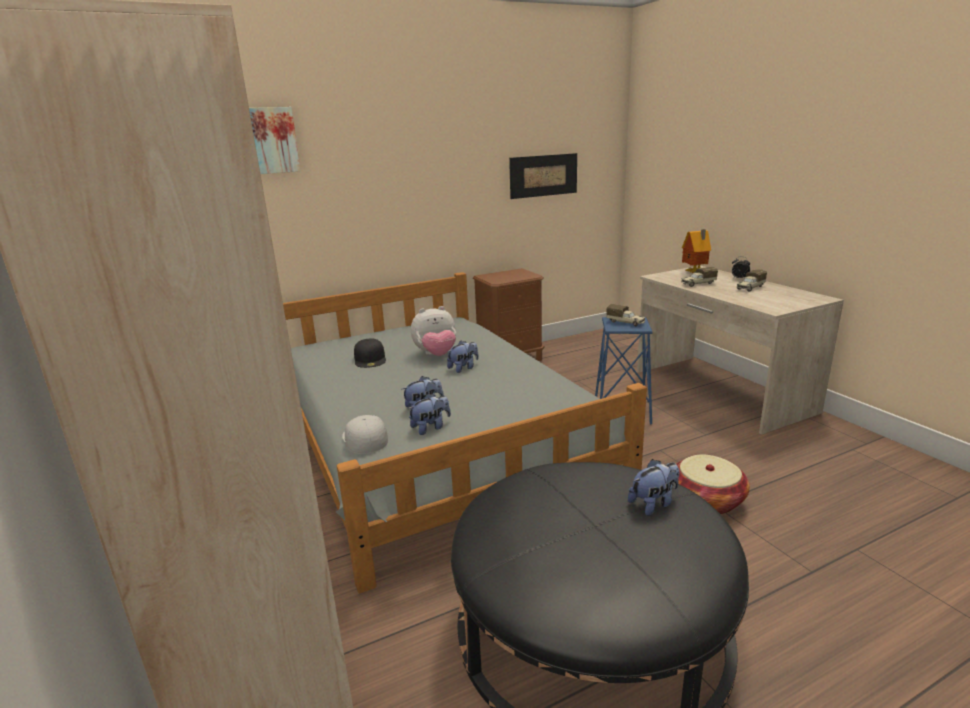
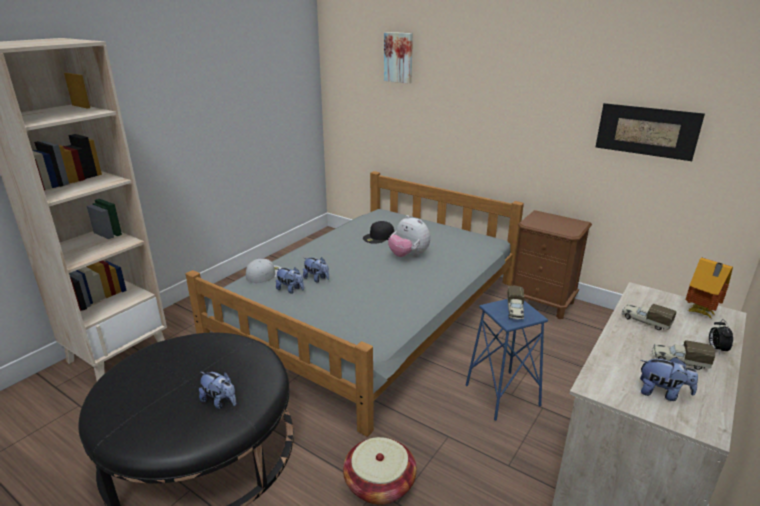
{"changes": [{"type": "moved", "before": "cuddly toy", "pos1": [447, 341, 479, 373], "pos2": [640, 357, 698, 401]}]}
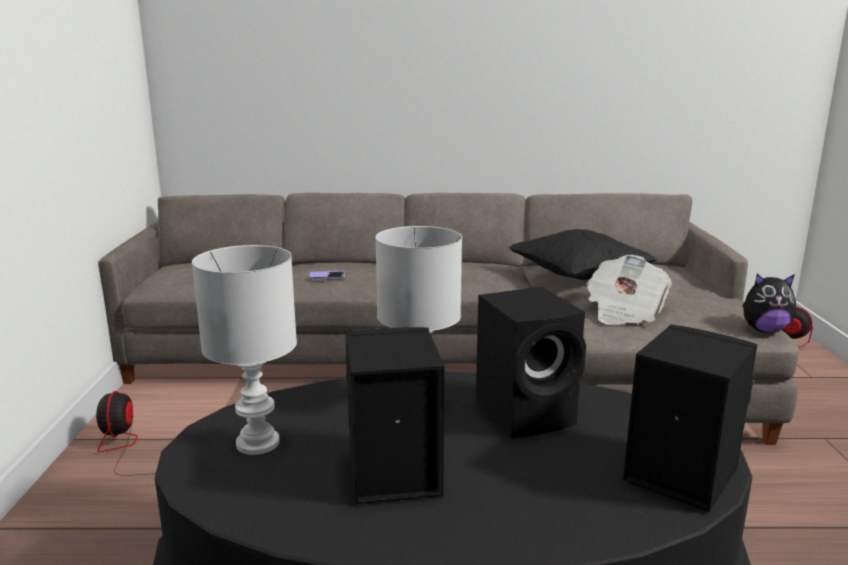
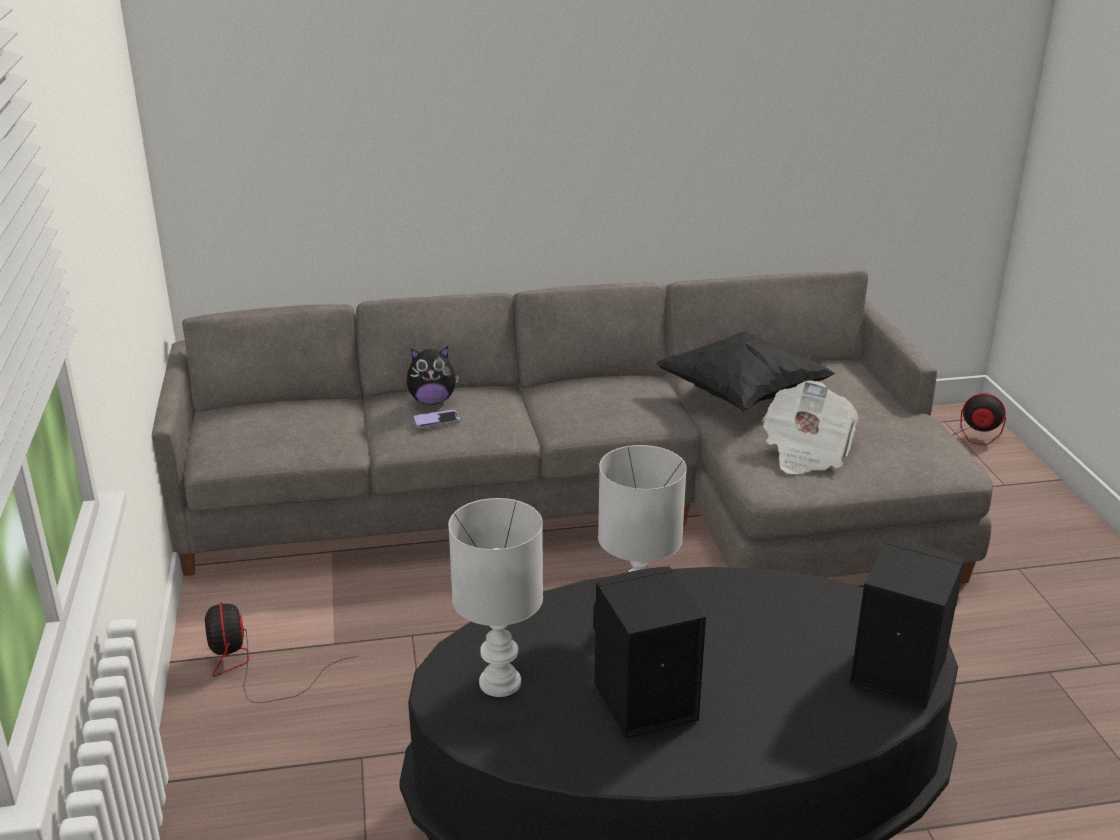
{"changes": [{"type": "removed", "before": "black-coloured speaker", "pos1": [476, 287, 586, 438]}, {"type": "moved", "before": "cuddly toy", "pos1": [742, 274, 796, 333], "pos2": [406, 346, 459, 405]}]}
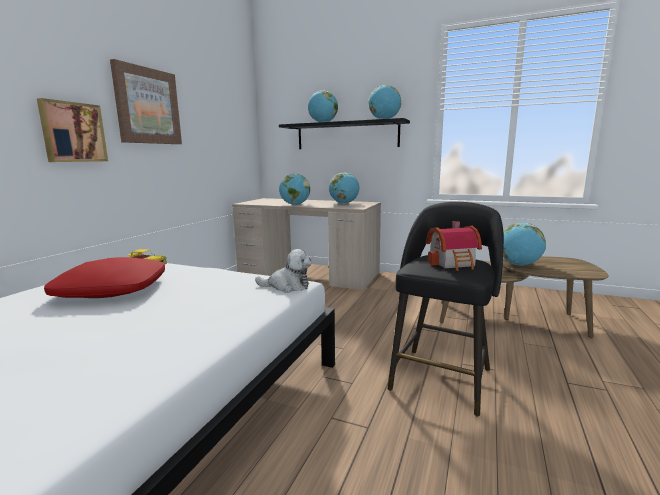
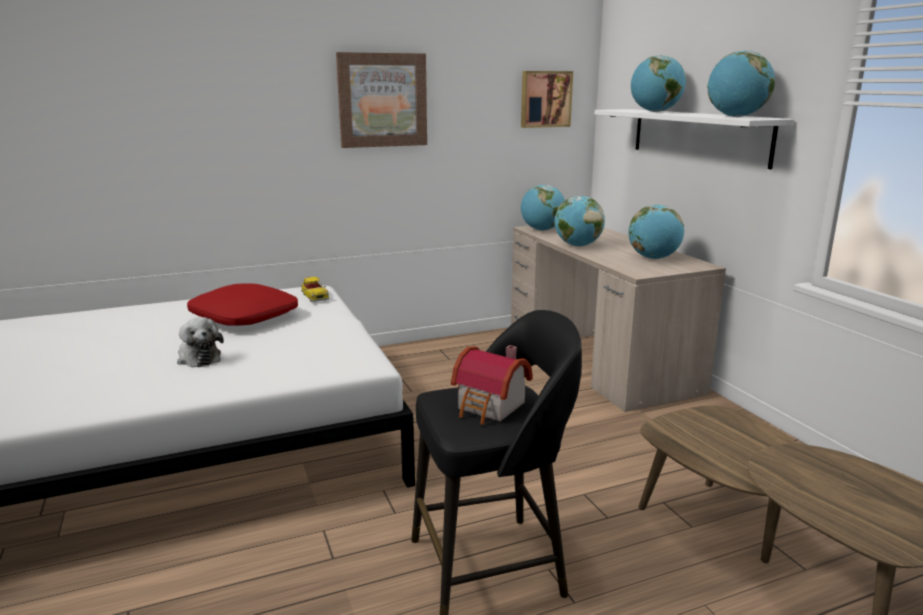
{"changes": [{"type": "moved", "before": "wall art", "pos1": [37, 98, 108, 162], "pos2": [521, 71, 573, 128]}, {"type": "moved", "before": "cuddly toy", "pos1": [255, 249, 312, 293], "pos2": [177, 317, 224, 367]}, {"type": "moved", "before": "desk globe", "pos1": [503, 223, 546, 266], "pos2": [521, 185, 565, 231]}, {"type": "recoloured", "before": "black-coloured shelf", "after": "white shelf", "pos1": [279, 118, 410, 149], "pos2": [595, 109, 795, 169]}]}
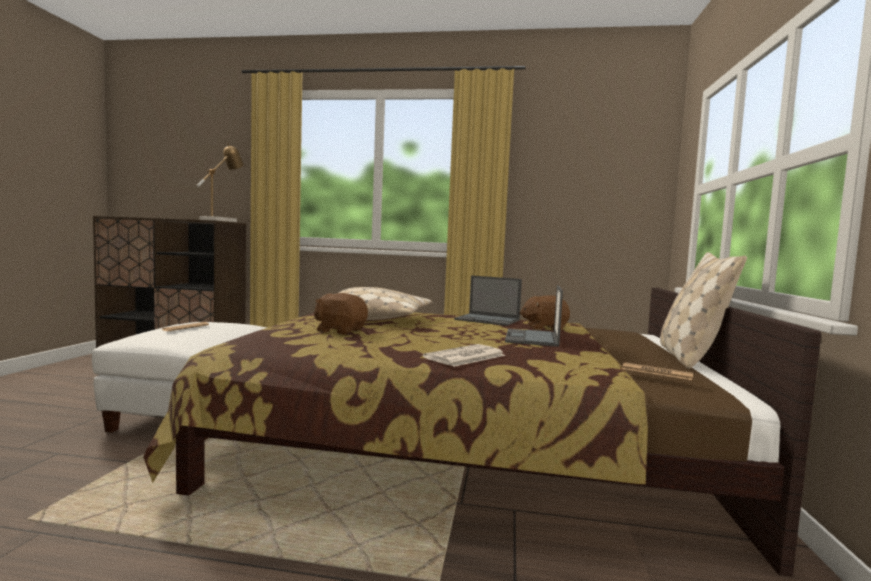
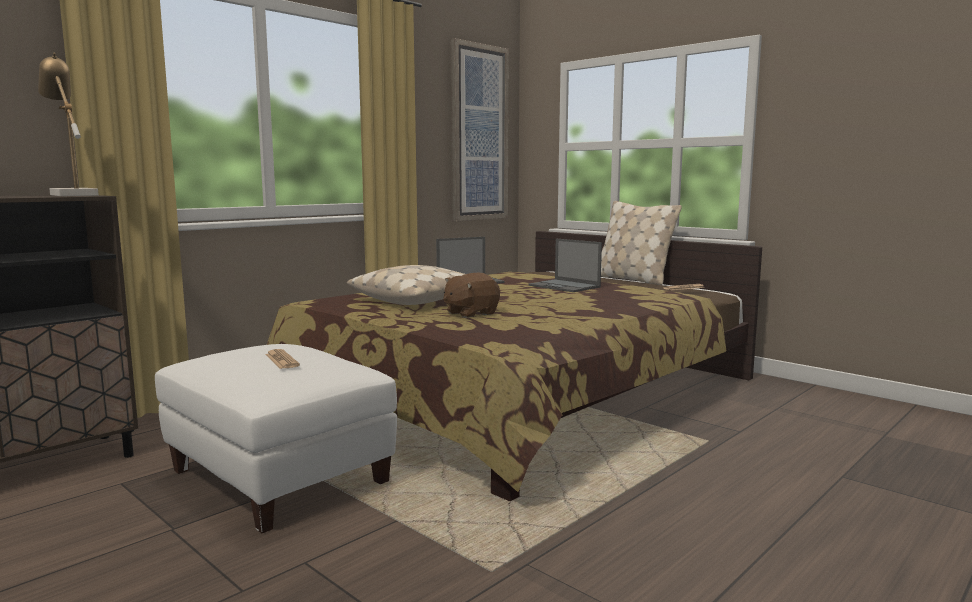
{"changes": [{"type": "removed", "before": "daily paper", "pos1": [423, 344, 506, 367]}, {"type": "removed", "before": "brown-coloured cuddly toy", "pos1": [519, 295, 570, 331]}, {"type": "added", "after": "wall art", "pos2": [450, 38, 509, 221]}]}
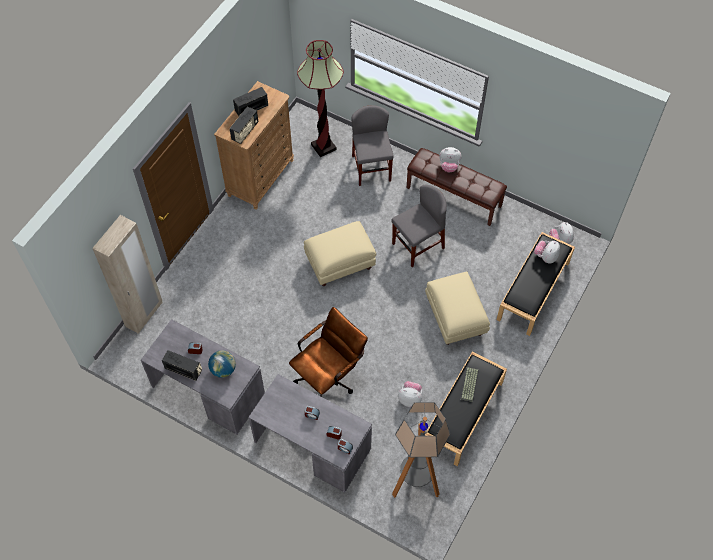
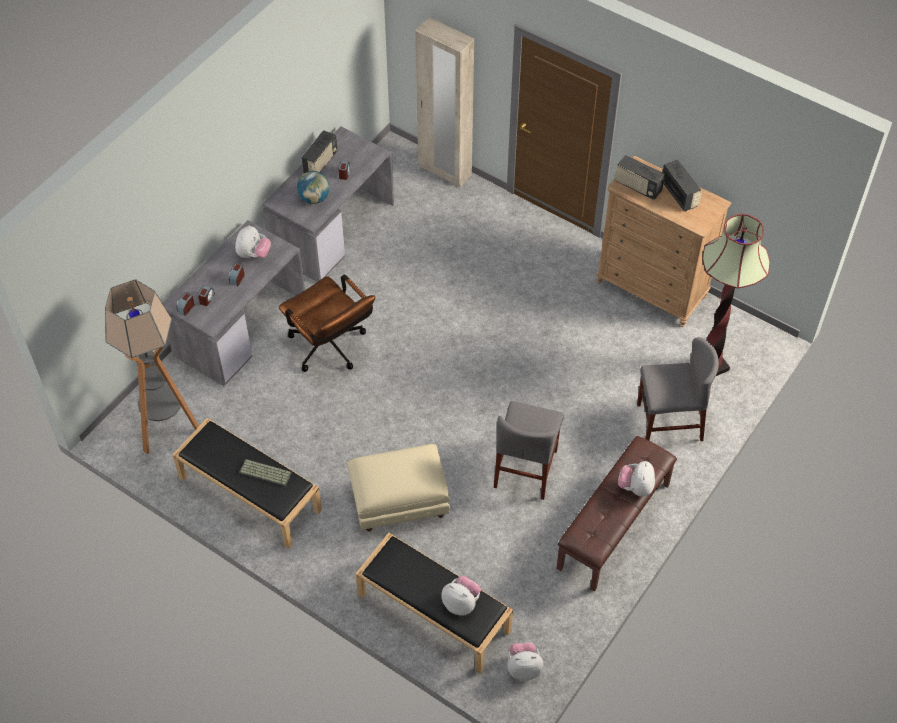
{"changes": [{"type": "removed", "before": "beige-coloured footrest", "pos1": [304, 221, 376, 286]}, {"type": "moved", "before": "cuddly toy", "pos1": [398, 381, 422, 407], "pos2": [235, 225, 271, 258]}, {"type": "turned", "before": "gray upright chair", "pos1": [391, 185, 447, 267], "pos2": [494, 401, 564, 500], "turn": 45}]}
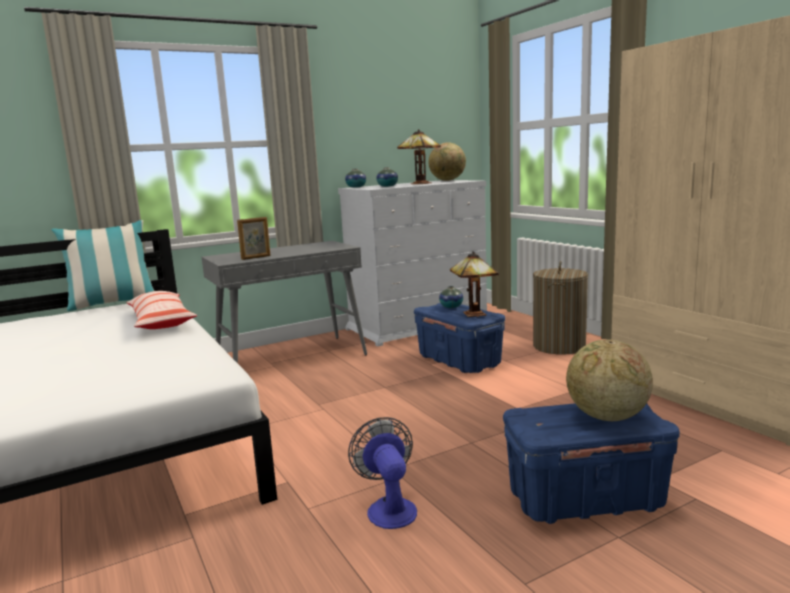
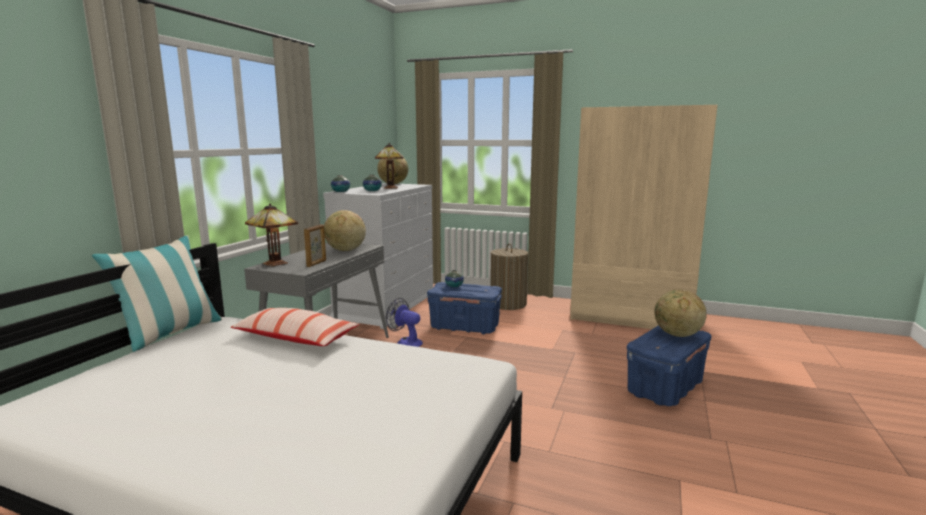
{"changes": [{"type": "added", "after": "desk globe", "pos2": [324, 210, 366, 251]}, {"type": "moved", "before": "fan", "pos1": [348, 417, 417, 529], "pos2": [386, 298, 423, 347]}, {"type": "moved", "before": "lamp for a table", "pos1": [450, 251, 499, 317], "pos2": [245, 203, 298, 267]}]}
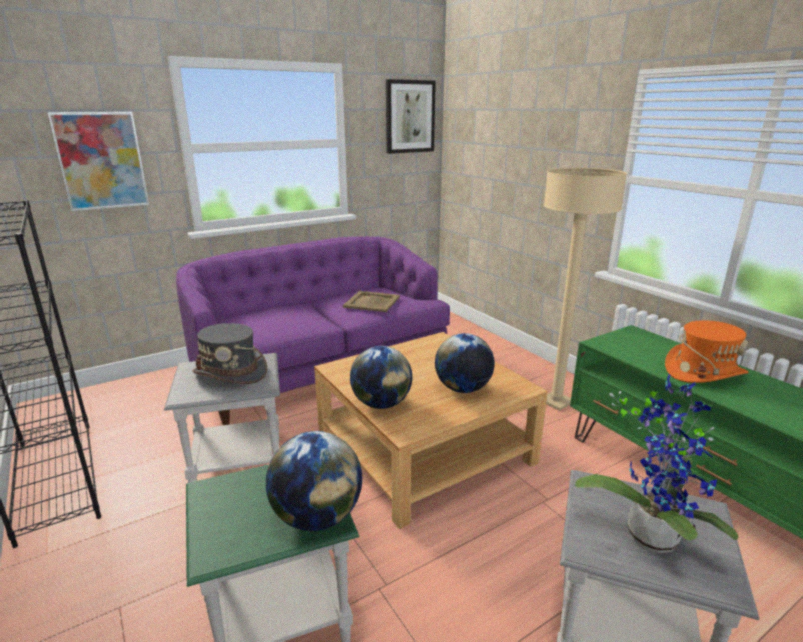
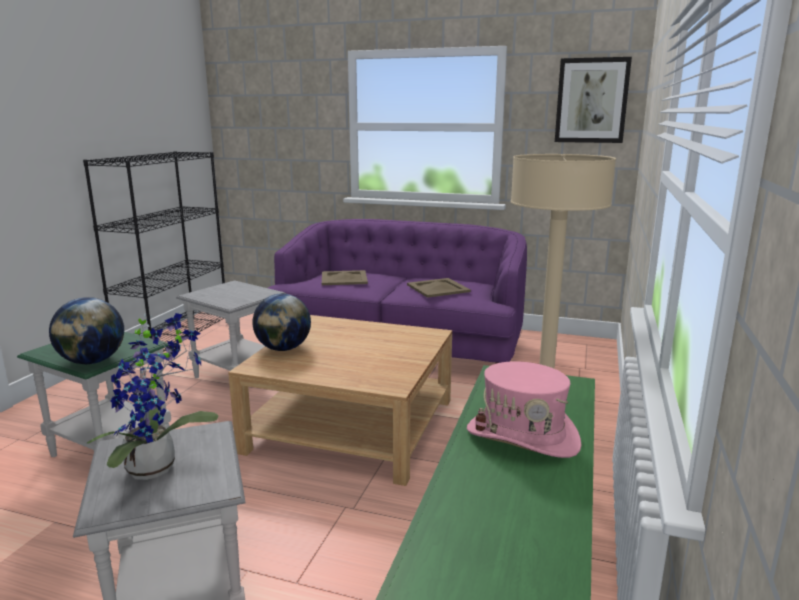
{"changes": [{"type": "removed", "before": "wall art", "pos1": [48, 112, 149, 211]}, {"type": "removed", "before": "gray hat", "pos1": [192, 323, 267, 384]}, {"type": "removed", "before": "desk globe", "pos1": [435, 333, 495, 393]}, {"type": "added", "after": "beige-coloured serving tray", "pos2": [322, 270, 368, 285]}, {"type": "recoloured", "before": "orange-coloured hat", "after": "pink-coloured hat", "pos1": [665, 320, 749, 383], "pos2": [467, 361, 581, 458]}]}
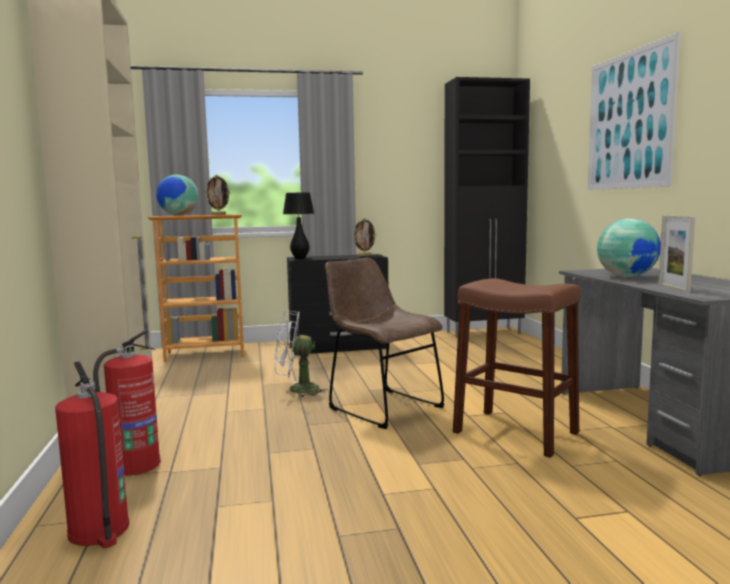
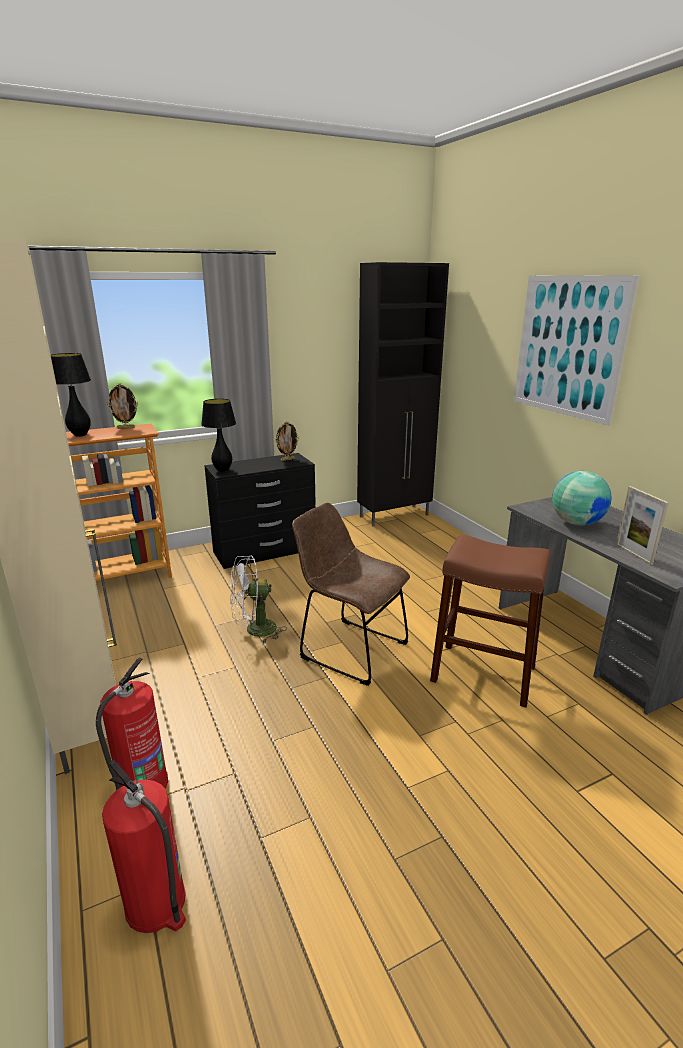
{"changes": [{"type": "replaced", "before": "desk globe", "after": "black-coloured lamp for a table", "pos1": [156, 175, 199, 216], "pos2": [51, 353, 91, 437]}]}
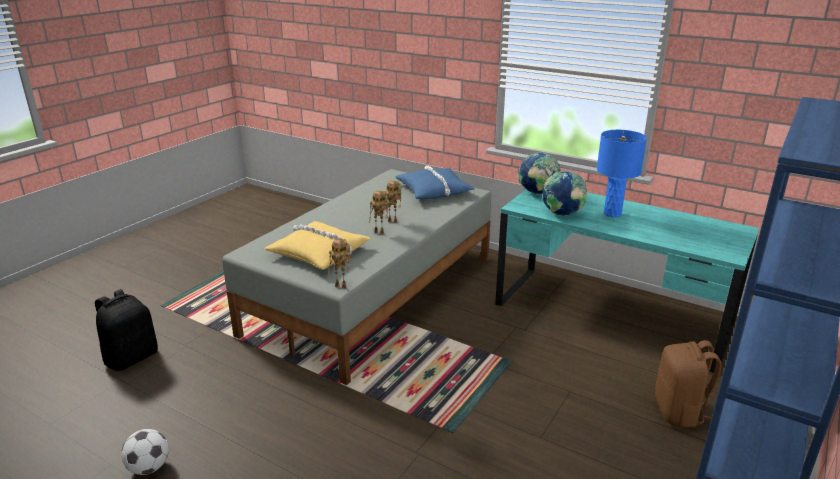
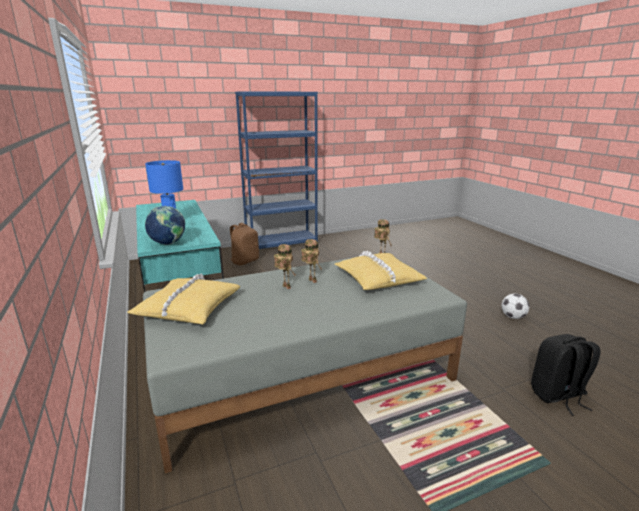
{"changes": [{"type": "removed", "before": "desk globe", "pos1": [543, 171, 587, 216]}, {"type": "recoloured", "before": "blue-coloured cushion", "after": "yellow cushion", "pos1": [395, 165, 474, 199], "pos2": [127, 274, 240, 324]}]}
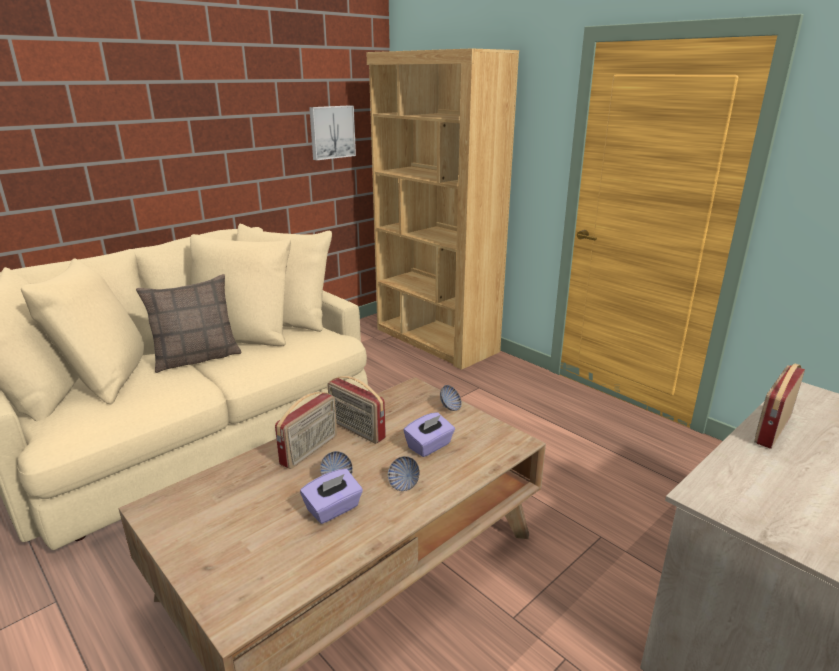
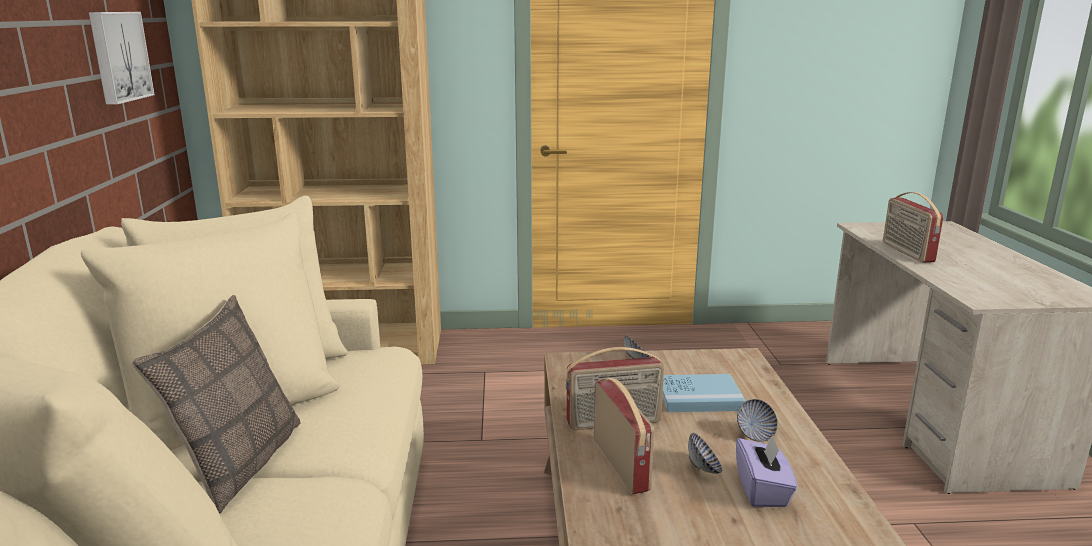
{"changes": [{"type": "replaced", "before": "purple tissue box", "after": "blue-coloured book", "pos1": [403, 412, 455, 457], "pos2": [662, 374, 746, 412]}]}
